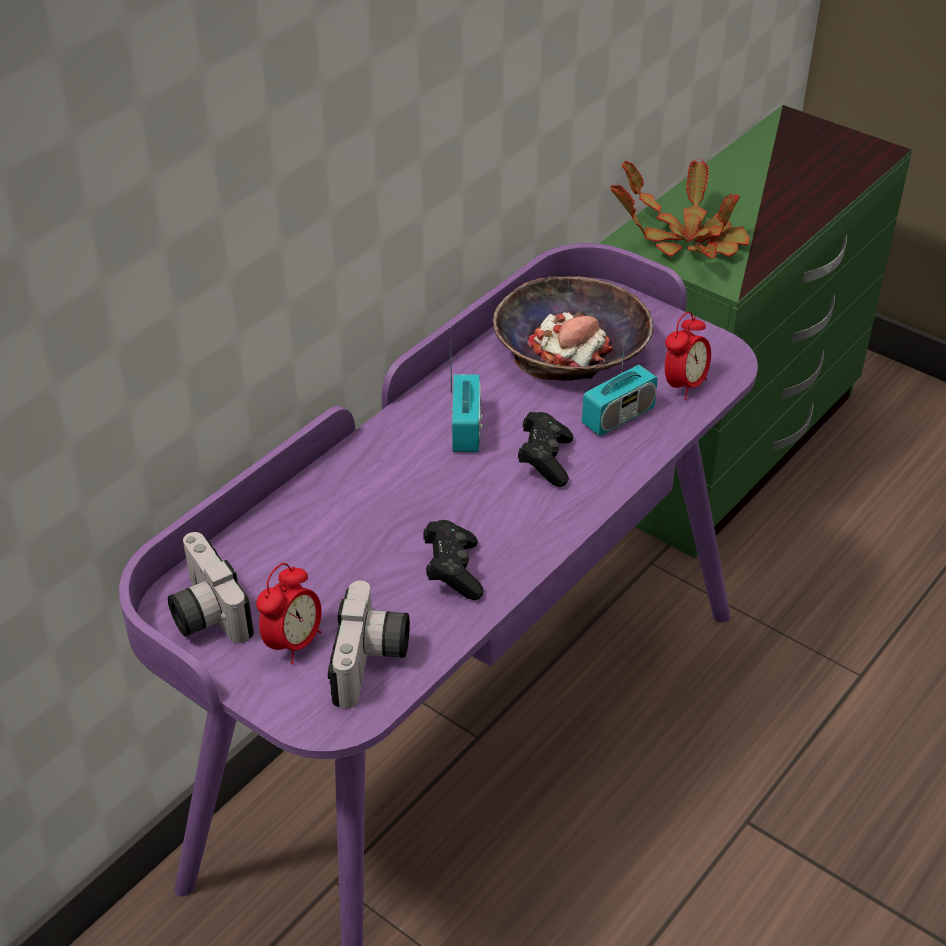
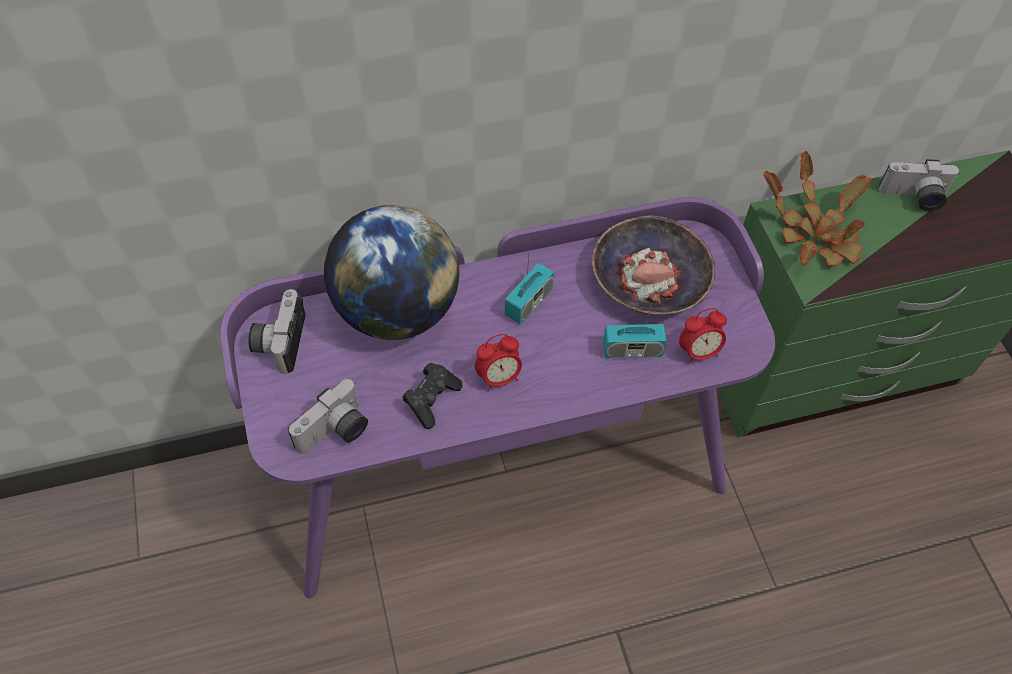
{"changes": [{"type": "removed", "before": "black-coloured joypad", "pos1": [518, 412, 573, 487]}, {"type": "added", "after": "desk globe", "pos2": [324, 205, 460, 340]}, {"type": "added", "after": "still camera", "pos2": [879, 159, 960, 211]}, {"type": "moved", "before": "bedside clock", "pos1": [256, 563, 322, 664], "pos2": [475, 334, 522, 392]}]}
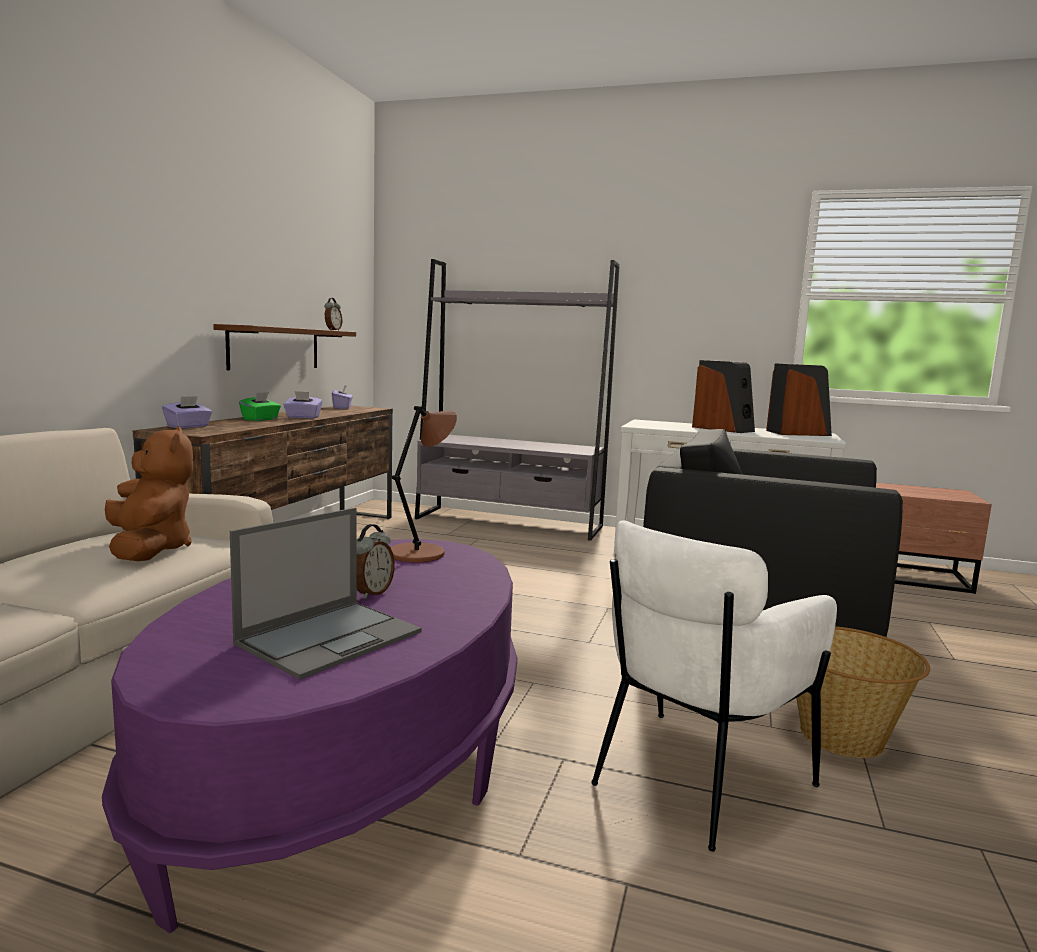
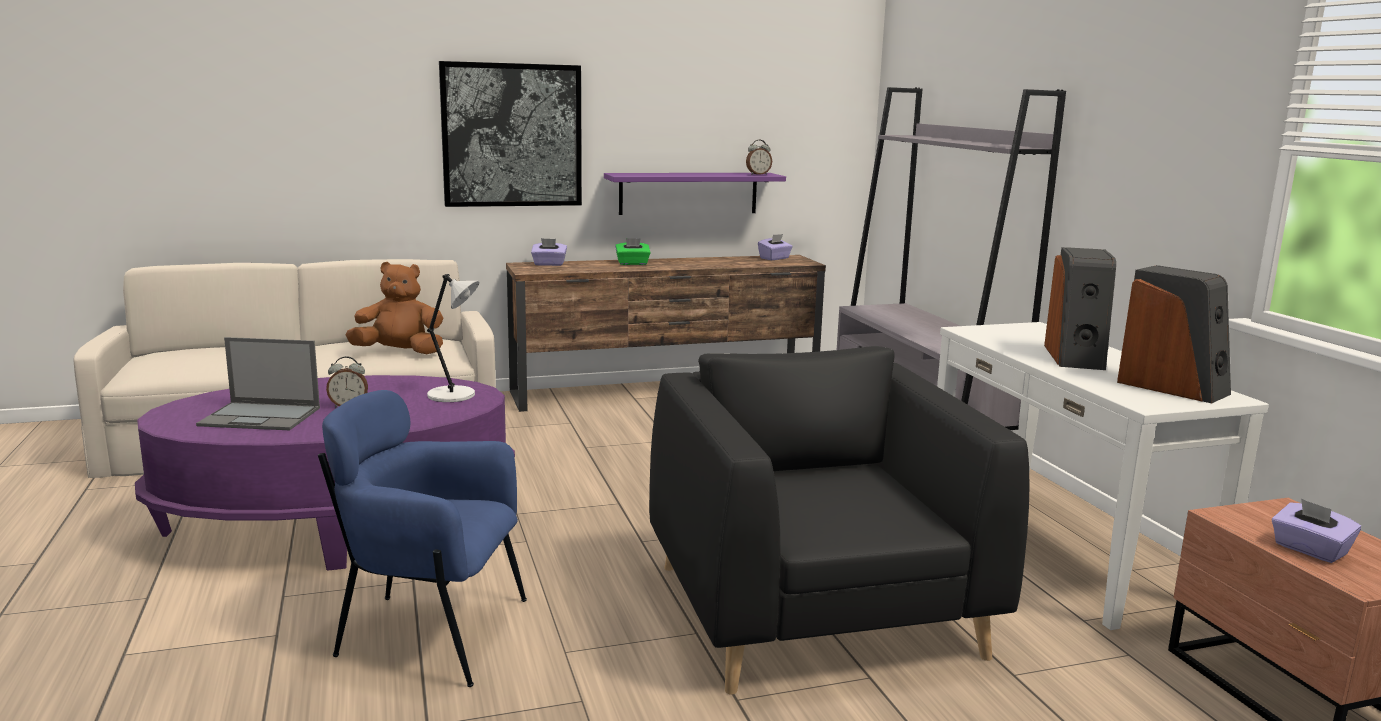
{"changes": [{"type": "removed", "before": "storage basket", "pos1": [796, 626, 930, 758]}, {"type": "added", "after": "wall art", "pos2": [439, 61, 582, 207]}, {"type": "moved", "before": "purple tissue box", "pos1": [283, 391, 323, 419], "pos2": [1272, 498, 1361, 563]}, {"type": "recoloured", "before": "brown-coloured shelf", "after": "purple shelf", "pos1": [213, 324, 356, 370], "pos2": [604, 173, 786, 215]}, {"type": "recoloured", "before": "brown-coloured lamp for a table", "after": "gray lamp for a table", "pos1": [390, 406, 457, 563], "pos2": [427, 274, 479, 402]}, {"type": "recoloured", "before": "white lounge chair", "after": "blue-coloured lounge chair", "pos1": [591, 520, 837, 851], "pos2": [318, 390, 527, 687]}, {"type": "turned", "before": "brown-coloured cuddly toy", "pos1": [105, 426, 193, 561], "pos2": [346, 262, 443, 354], "turn": -120}]}
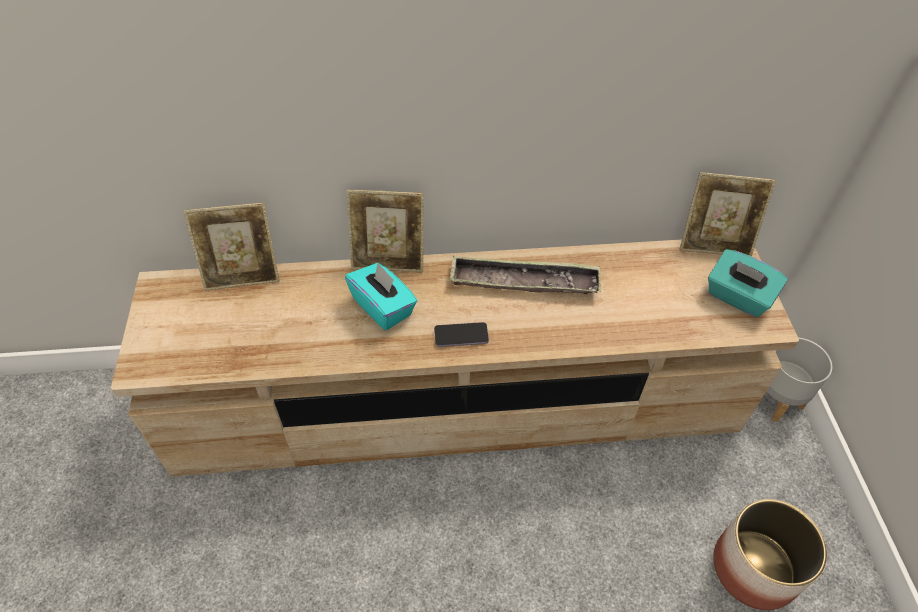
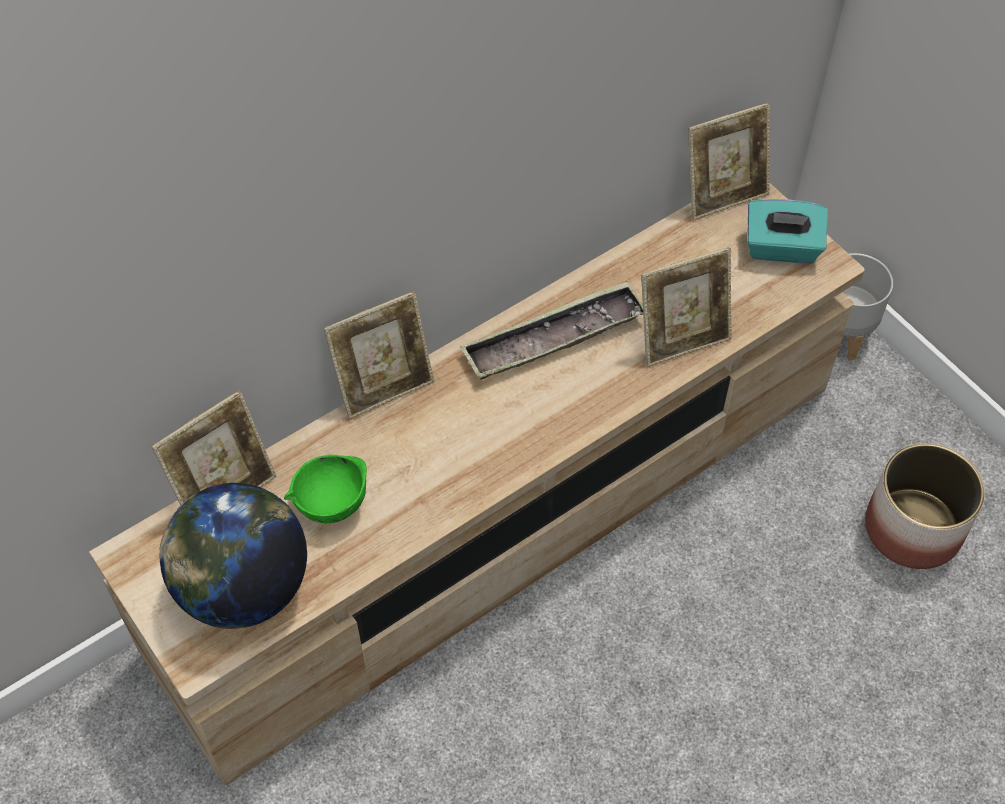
{"changes": [{"type": "removed", "before": "turquoise-coloured tissue box", "pos1": [345, 263, 417, 331]}, {"type": "removed", "before": "telephone", "pos1": [434, 322, 489, 347]}, {"type": "added", "after": "desk globe", "pos2": [160, 483, 307, 629]}, {"type": "added", "after": "greenish serving bowl", "pos2": [284, 455, 367, 523]}, {"type": "added", "after": "photo frame", "pos2": [641, 247, 732, 367]}]}
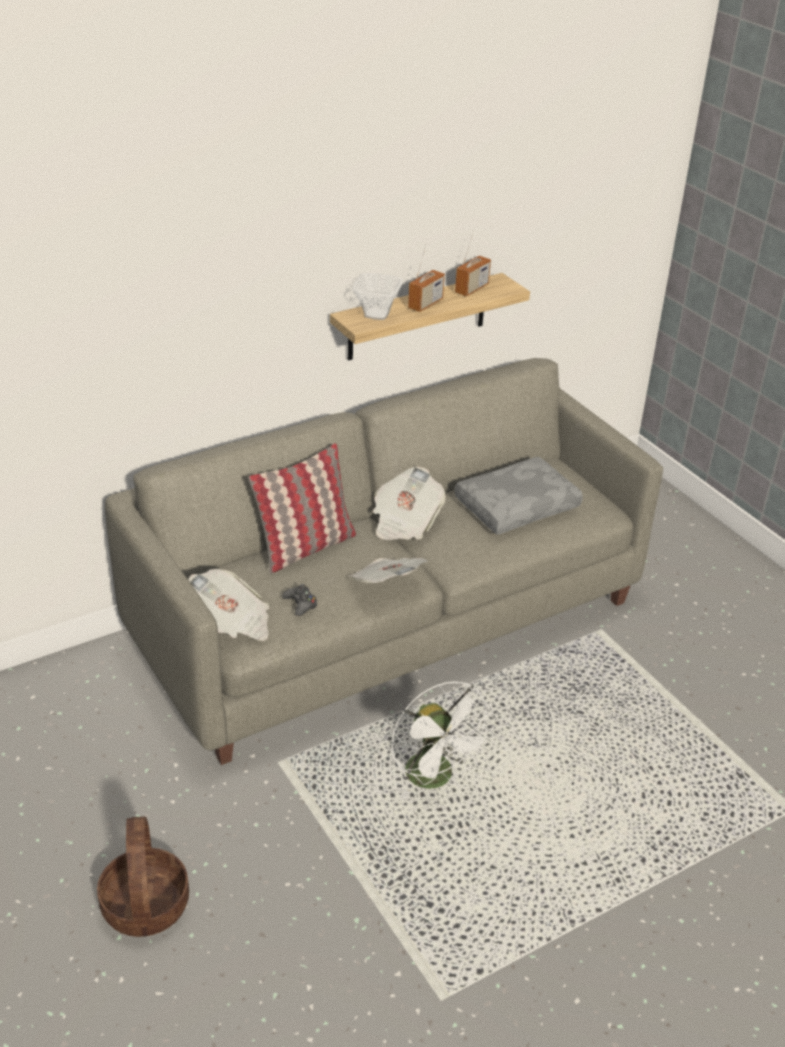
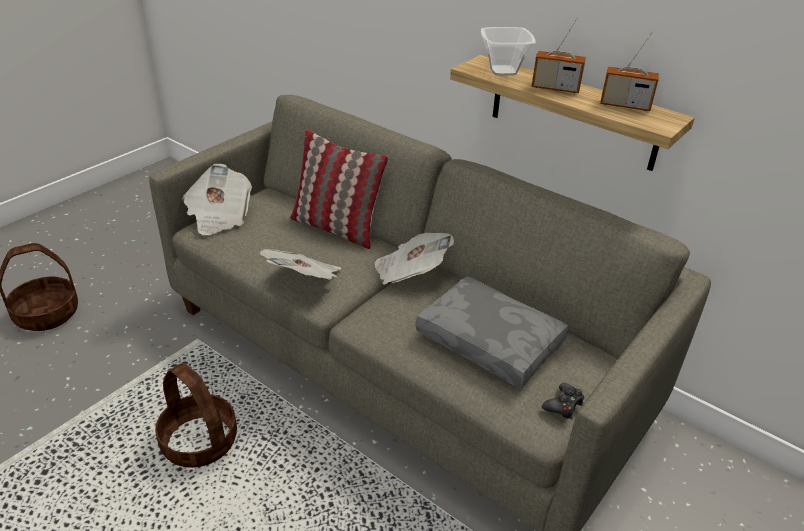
{"changes": [{"type": "moved", "before": "black-coloured joypad", "pos1": [282, 584, 317, 616], "pos2": [542, 383, 584, 419]}, {"type": "replaced", "before": "white fan", "after": "storage basket", "pos1": [391, 681, 494, 799], "pos2": [155, 363, 237, 468]}]}
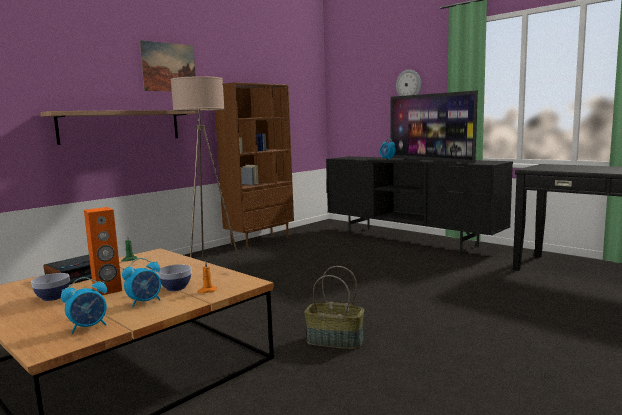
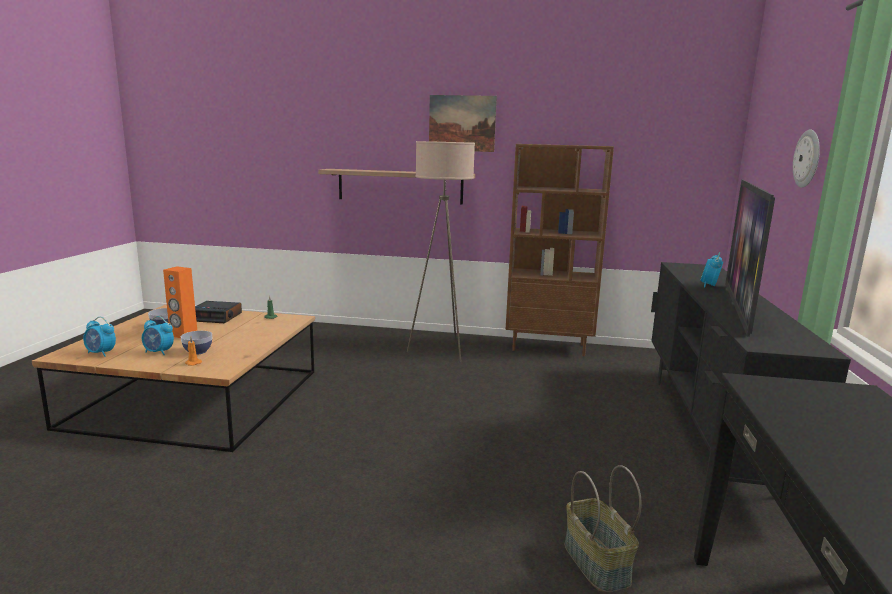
{"changes": [{"type": "moved", "before": "storage basket", "pos1": [304, 266, 364, 349], "pos2": [565, 465, 642, 592]}]}
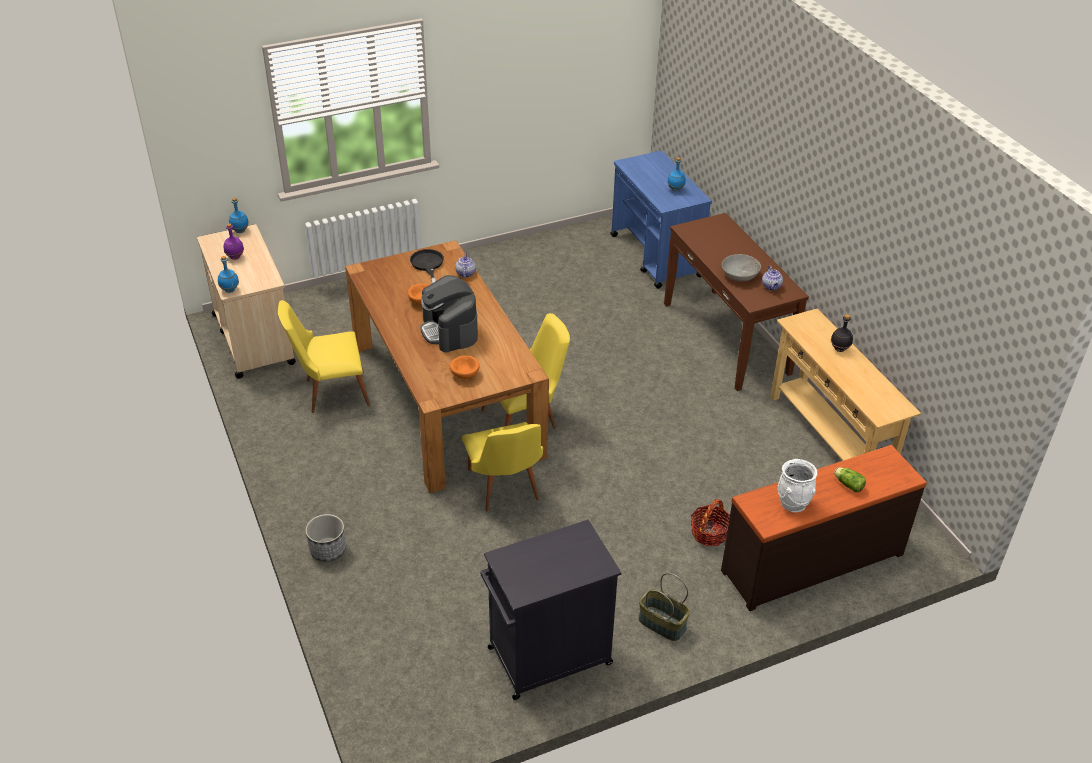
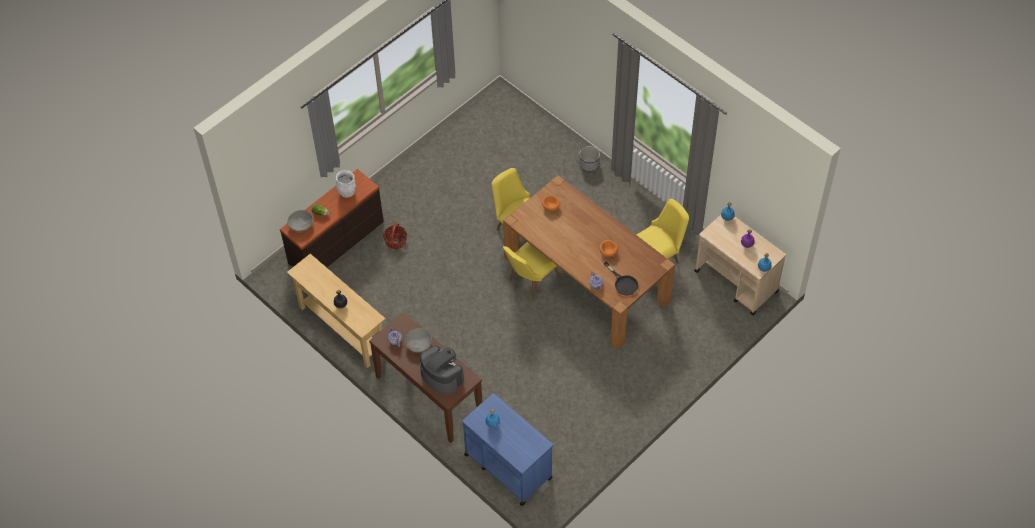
{"changes": [{"type": "removed", "before": "black-coloured cabinet", "pos1": [481, 520, 622, 700]}, {"type": "removed", "before": "storage basket", "pos1": [639, 573, 690, 641]}, {"type": "added", "after": "gray serving bowl", "pos2": [287, 210, 313, 232]}, {"type": "moved", "before": "coffee brewer", "pos1": [420, 275, 478, 352], "pos2": [420, 345, 464, 395]}]}
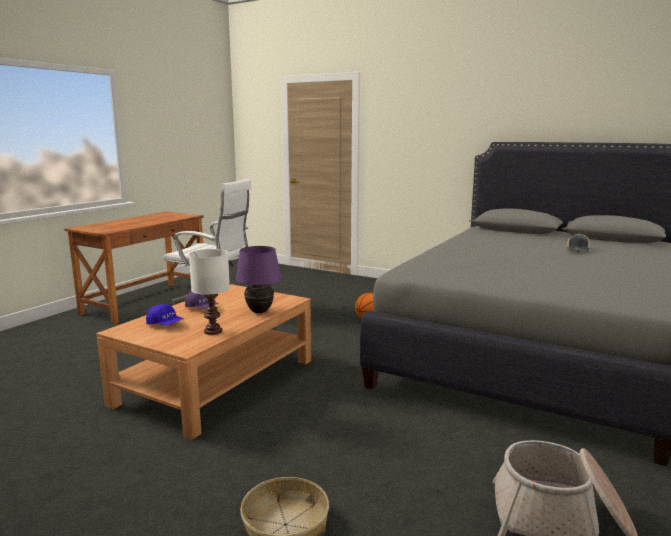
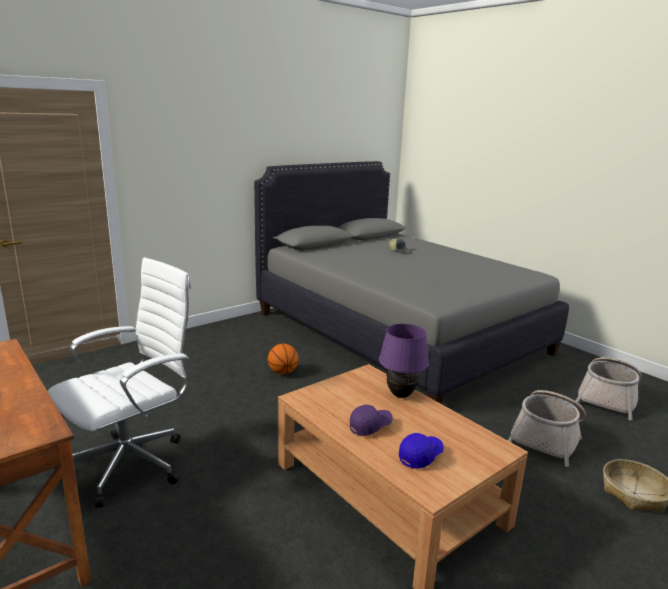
{"changes": [{"type": "removed", "before": "white lamp for a table", "pos1": [189, 249, 230, 335]}, {"type": "added", "after": "storage basket", "pos2": [508, 390, 586, 467]}]}
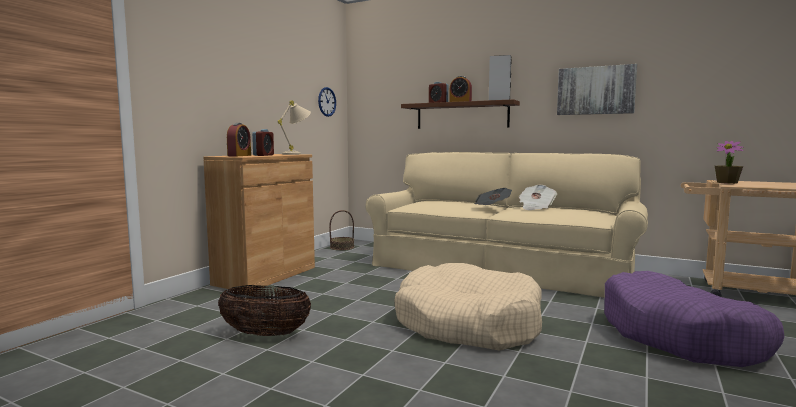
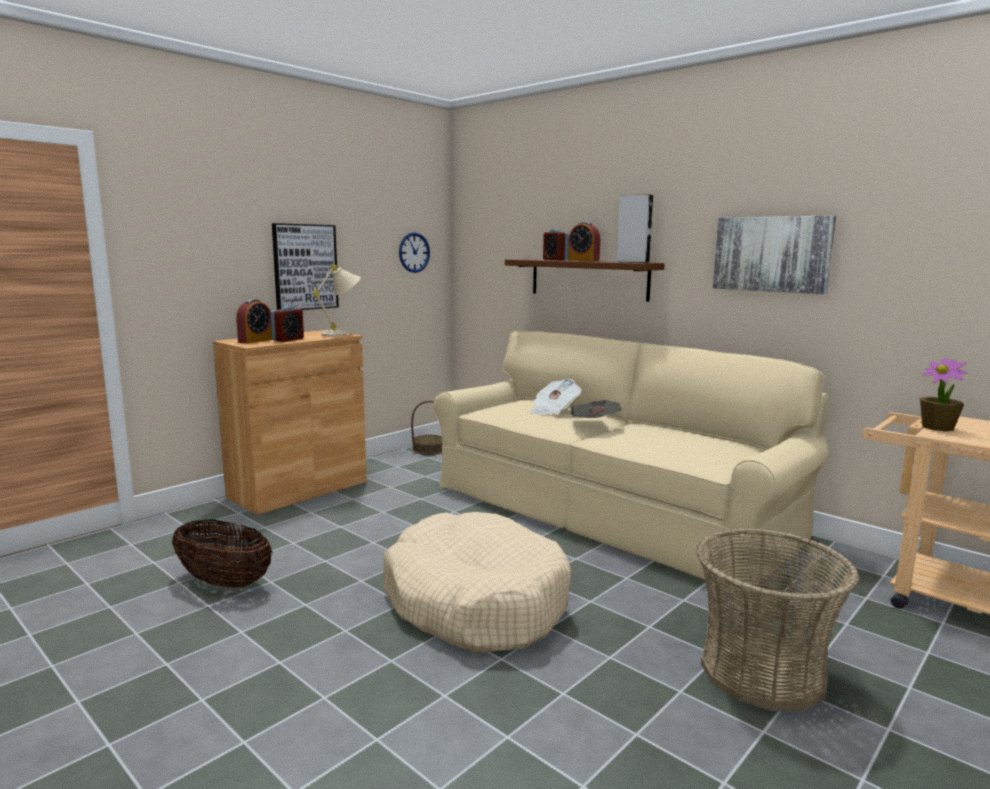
{"changes": [{"type": "added", "after": "wall art", "pos2": [272, 223, 339, 310]}, {"type": "moved", "before": "daily paper", "pos1": [519, 185, 557, 210], "pos2": [530, 379, 581, 415]}, {"type": "replaced", "before": "purple dog cushion", "after": "storage basket", "pos1": [604, 271, 785, 367], "pos2": [696, 528, 859, 711]}]}
